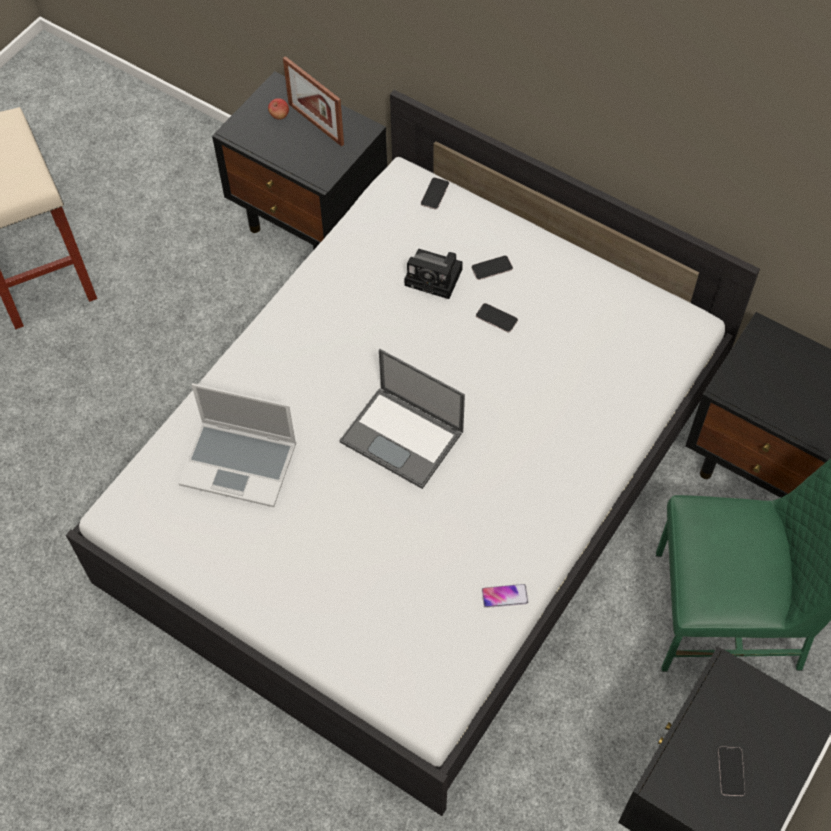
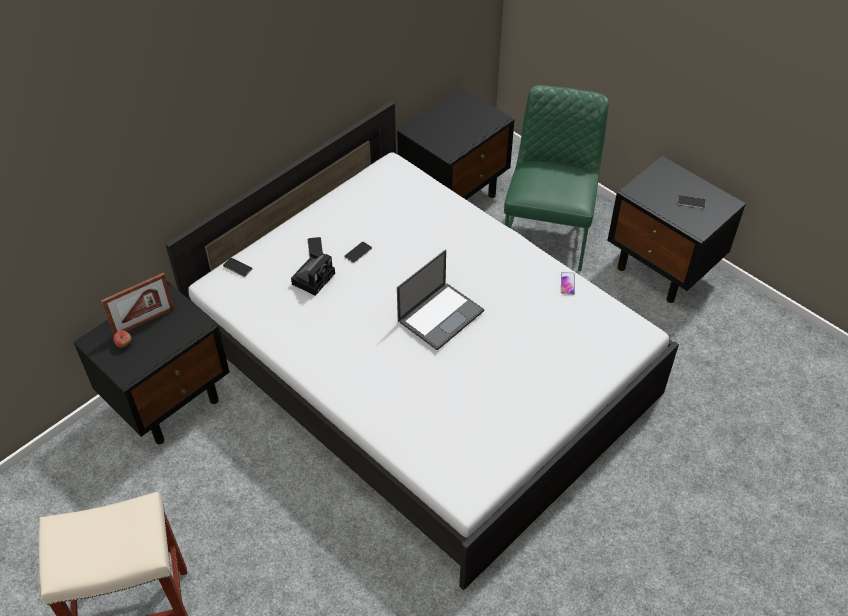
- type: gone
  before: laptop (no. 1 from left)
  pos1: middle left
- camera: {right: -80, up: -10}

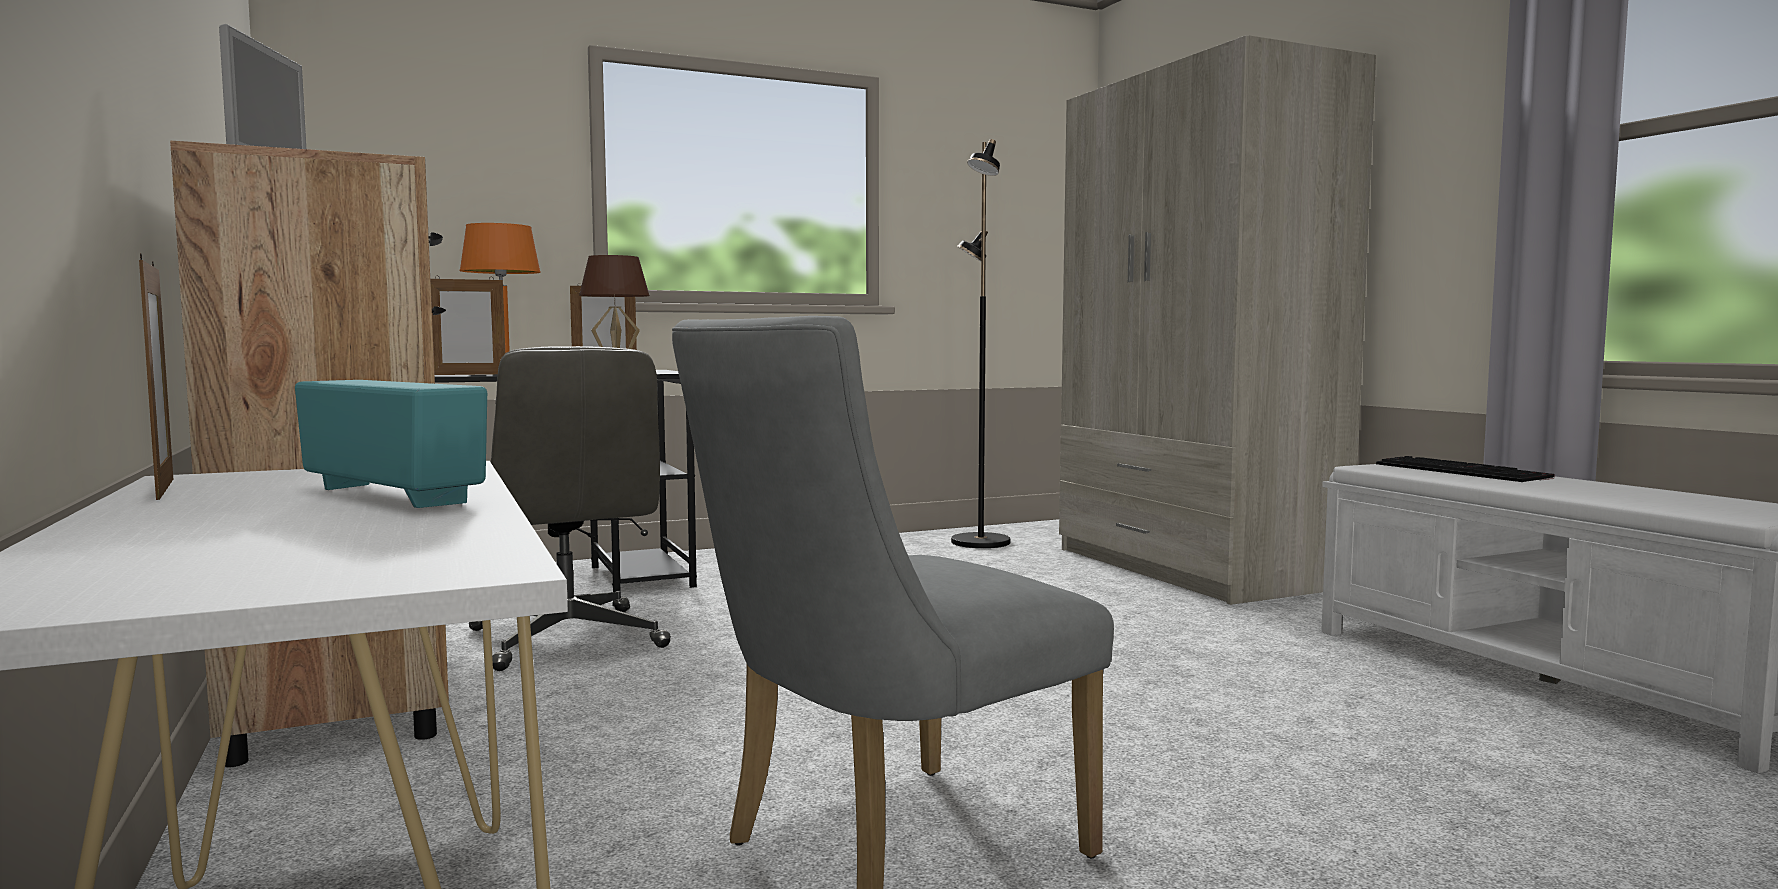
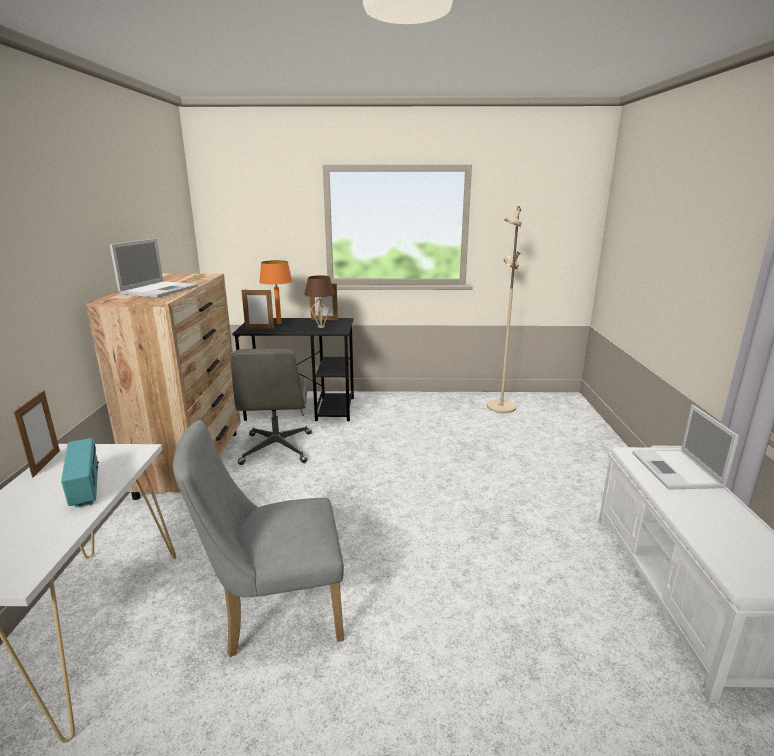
- type: gone
  before: beige wardrobe
  pos1: middle right
- type: repainted
  before: black floor lamp
  after: beige floor lamp
  pos1: centre
  pos2: centre
- type: swapped
  before: keyboard
  after: laptop (no. 2 from left)
  pos1: middle right
  pos2: middle right
- camera: {right: 25, up: 15}

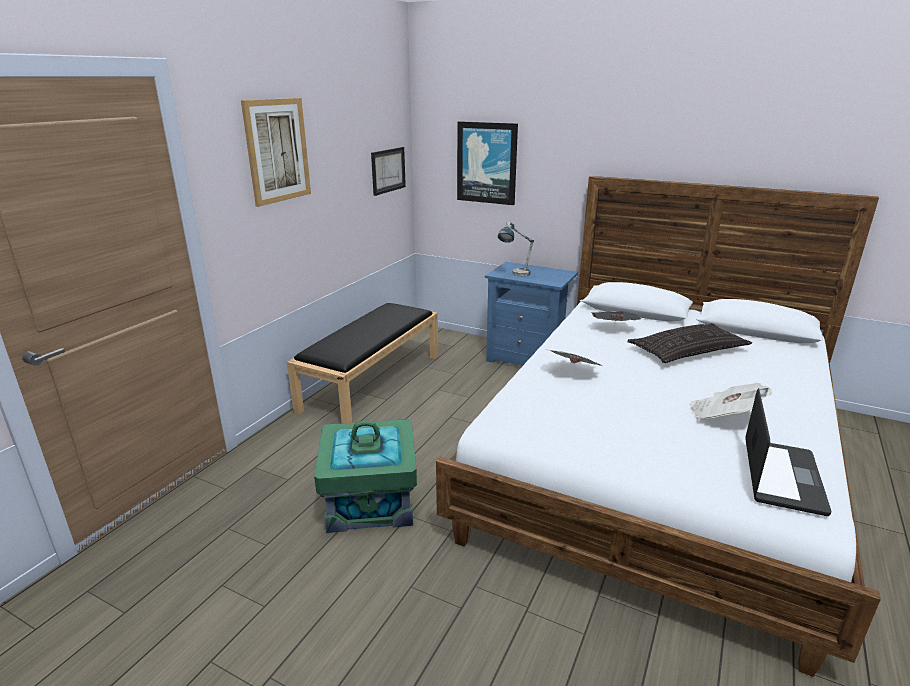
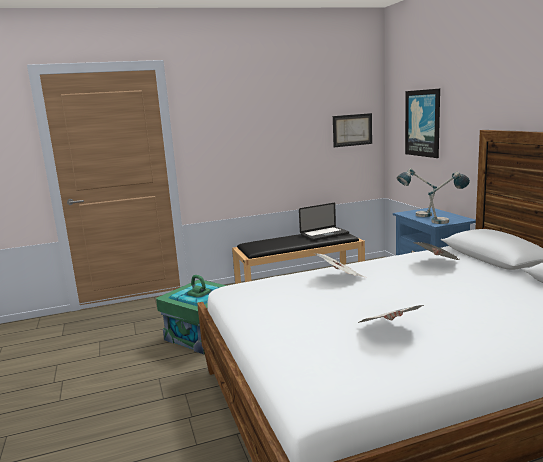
- type: gone
  before: picture (no. 1 from left)
  pos1: top left
- type: gone
  before: pillow
  pos1: middle right
- type: shifted
  before: laptop
  pos1: middle right
  pos2: centre
- type: new
  after: table lamp (no. 2 from left)
  pos2: middle right
- camera: {right: 45, up: -10}

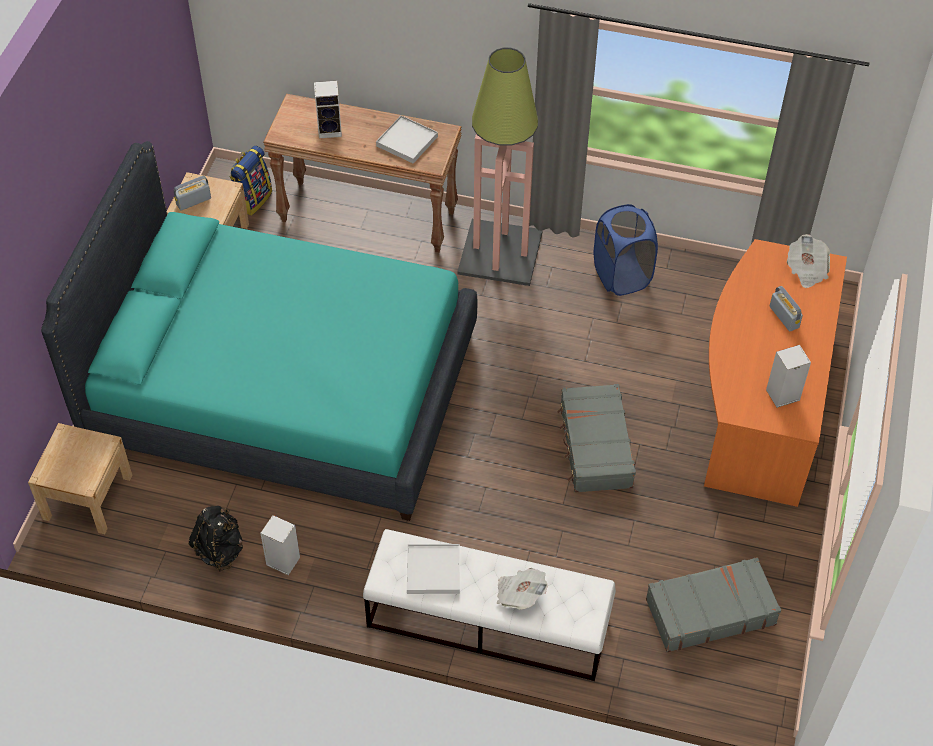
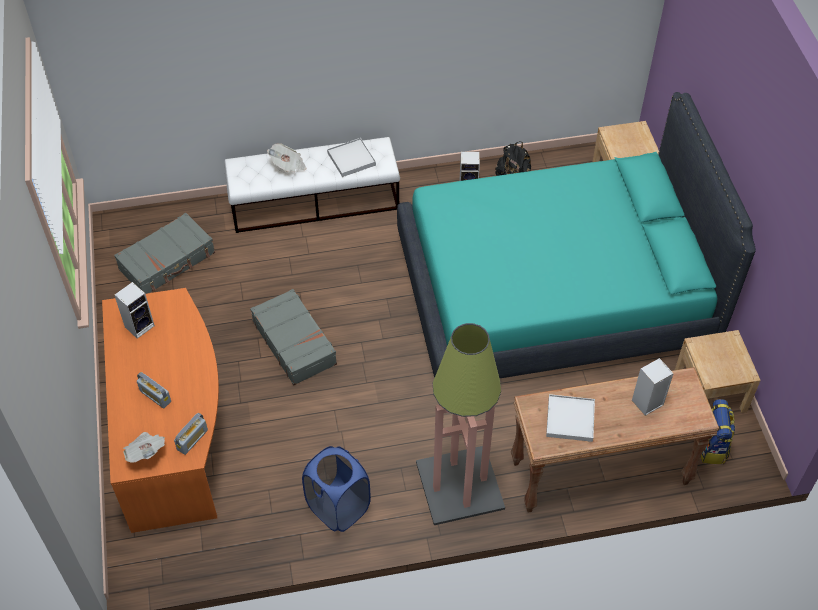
- type: shifted
  before: radio (no. 1 from left in the first image)
  after: radio (no. 2 from left)
  pos1: top left
  pos2: bottom left
- camera: {right: 155, up: 0}

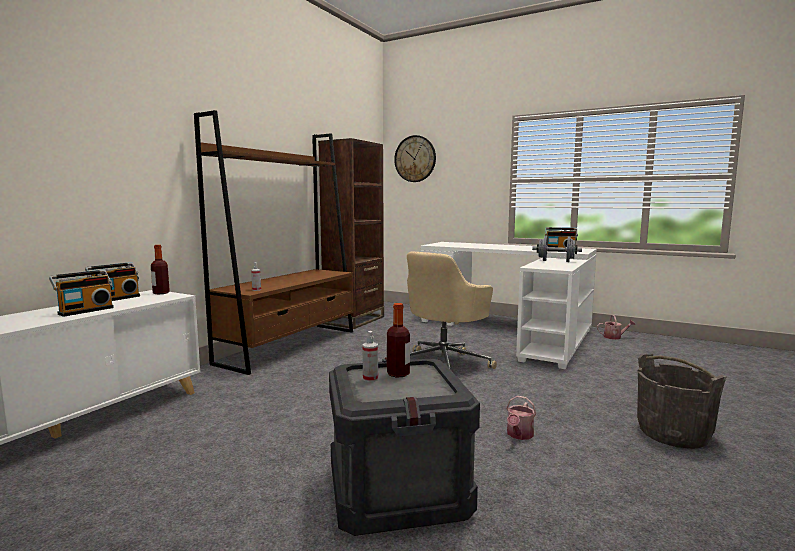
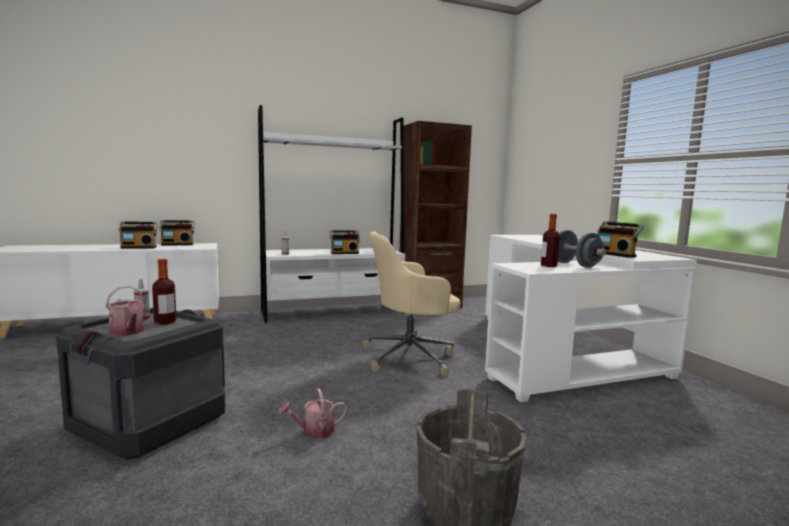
- type: repainted
  before: brown bookcase (no. 1 from left)
  after: white bookcase
  pos1: centre
  pos2: centre
- type: gone
  before: wall clock
  pos1: top centre
- type: shifted
  before: bottle (no. 1 from left in the first image)
  after: bottle (no. 2 from left)
  pos1: middle left
  pos2: middle right
- type: shifted
  before: watering can (no. 2 from left in the first image)
  after: watering can (no. 1 from left)
  pos1: middle right
  pos2: middle left
- type: new
  after: radio (no. 3 from left)
  pos2: centre
- camera: {right: 40, up: 0}

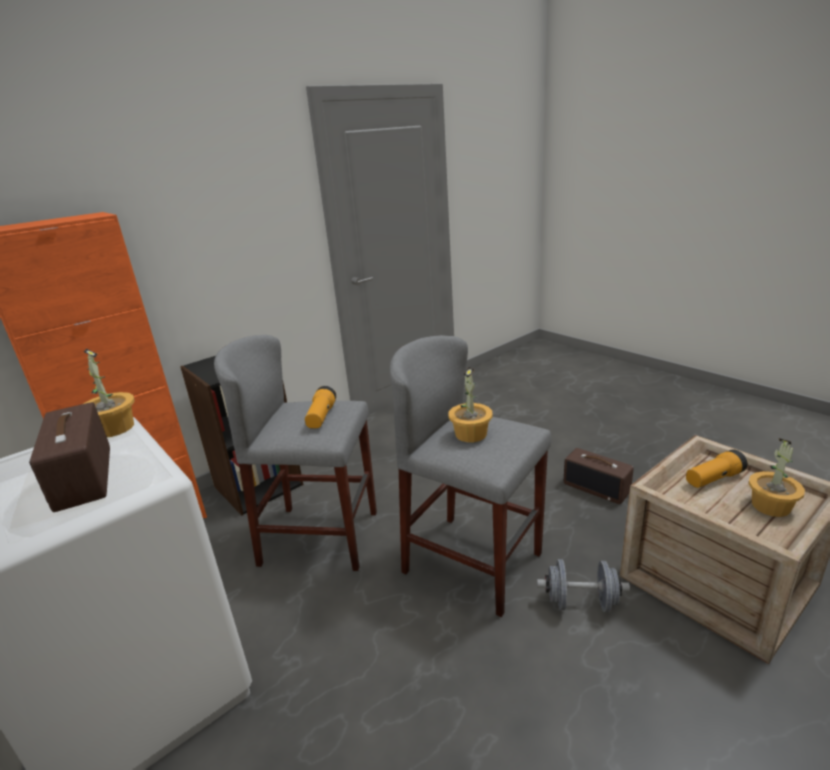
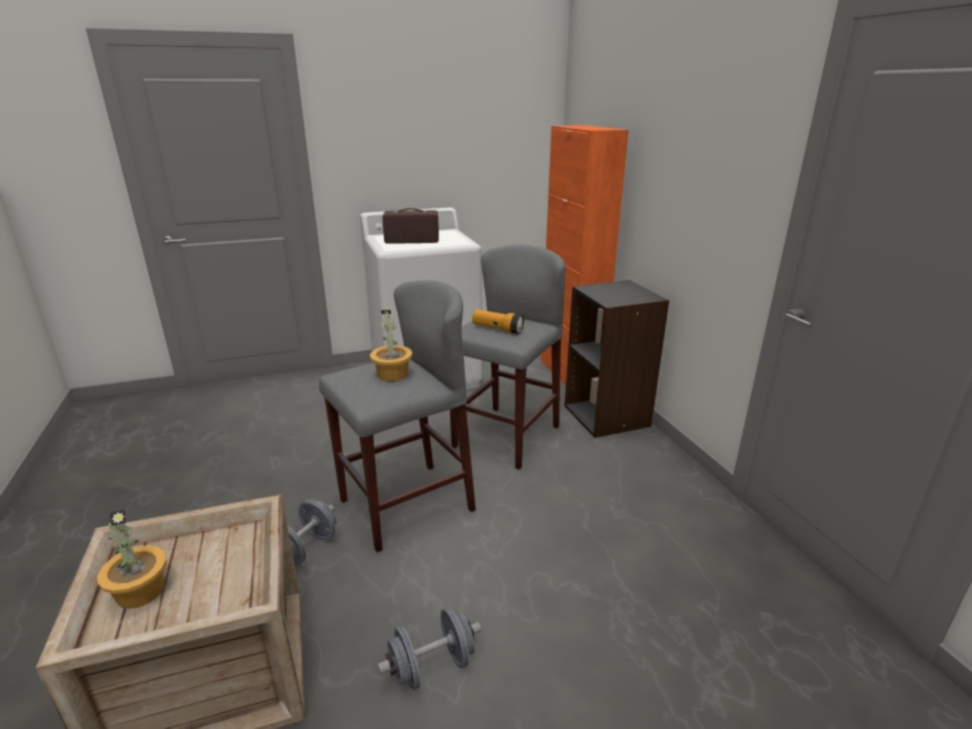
- type: gone
  before: potted plant (no. 1 from left)
  pos1: middle left
- type: swapped
  before: radio (no. 2 from left)
  after: grey dumbbell (no. 2 from left)
  pos1: middle right
  pos2: bottom centre
- type: gone
  before: flashlight (no. 2 from left)
  pos1: middle right
- camera: {right: 110, up: 0}

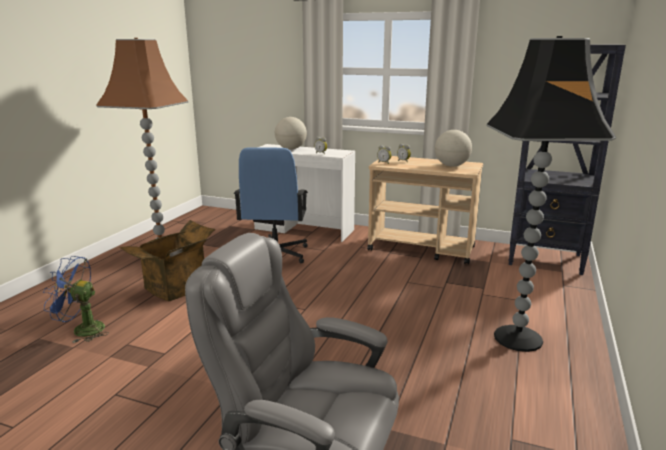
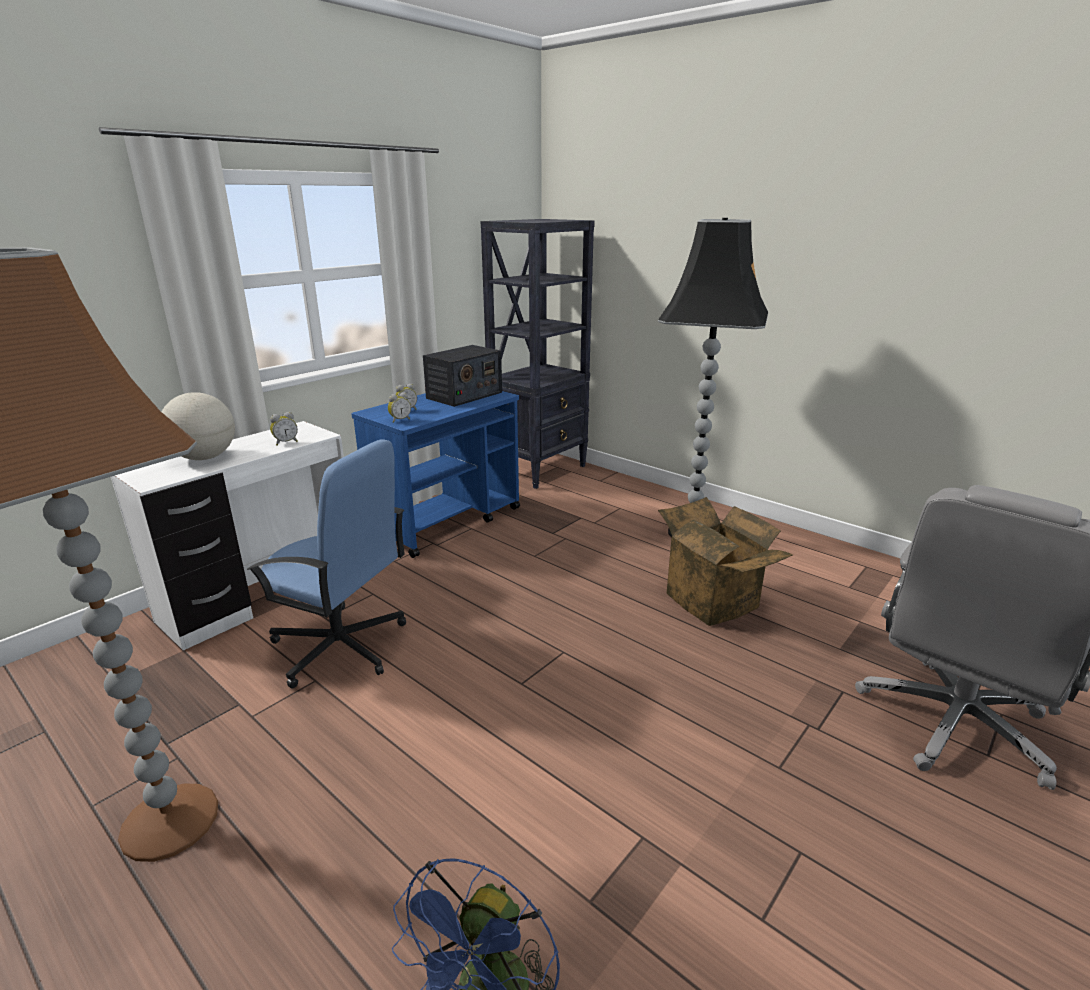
- type: swapped
  before: globe (no. 2 from left)
  after: radio
  pos1: top right
  pos2: centre
- type: repainted
  before: beige cart
  after: blue cart
  pos1: centre
  pos2: centre
- type: shifted
  before: cardboard box
  pos1: middle left
  pos2: centre
- camera: {right: -70, up: 5}

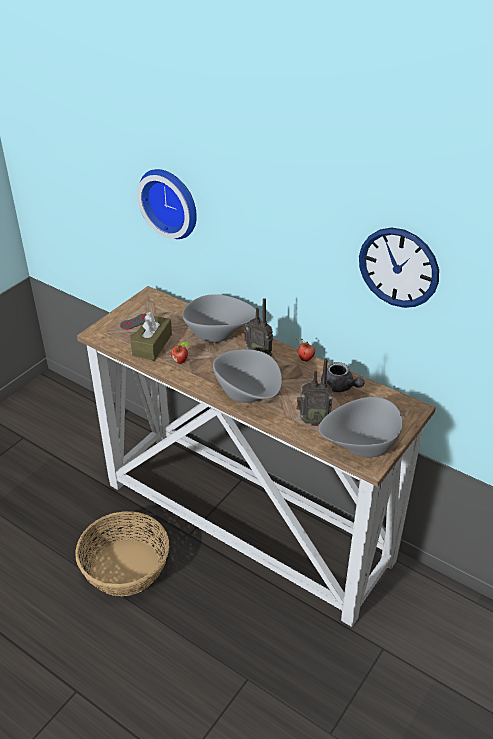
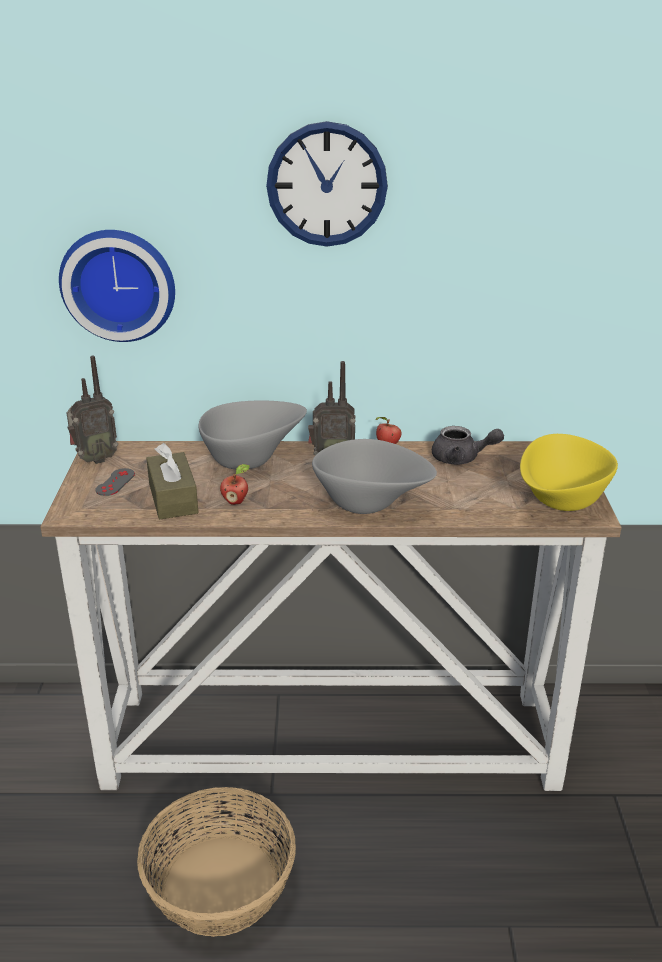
- type: shifted
  before: wall clock (no. 2 from left)
  pos1: middle right
  pos2: top centre
- type: shifted
  before: radio (no. 2 from left in the first image)
  after: radio (no. 1 from left)
  pos1: centre
  pos2: middle left
- type: repainted
  before: grey bowl (no. 3 from left)
  after: yellow bowl
  pos1: middle right
  pos2: middle right
- camera: {right: -35, up: -10}

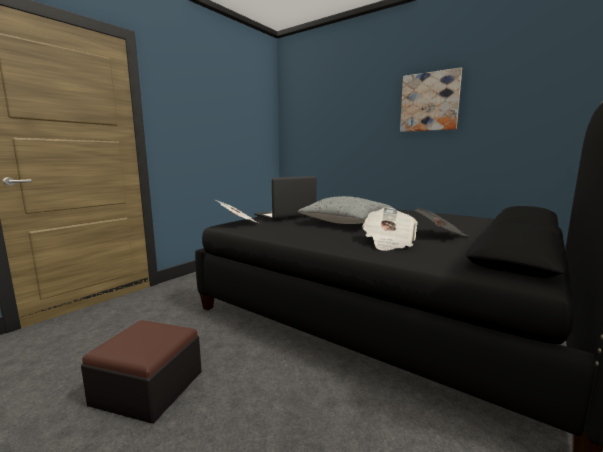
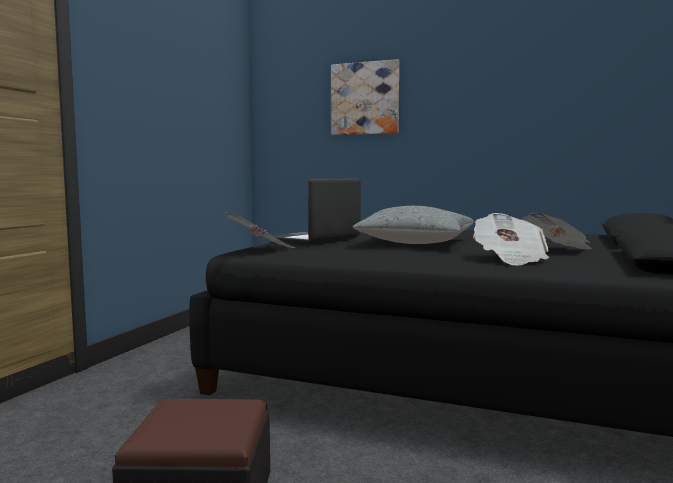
- type: shifted
  before: picture
  pos1: top right
  pos2: top centre
- camera: {right: -15, up: -5}

